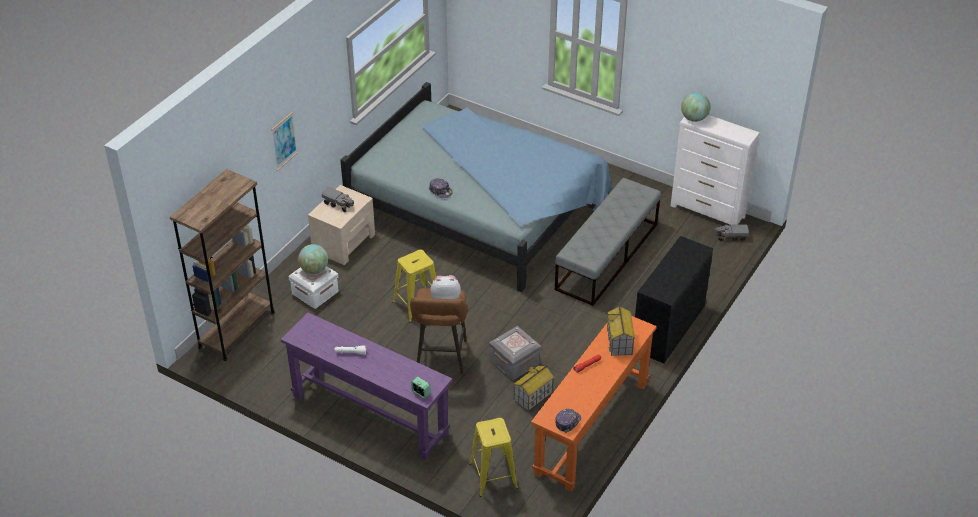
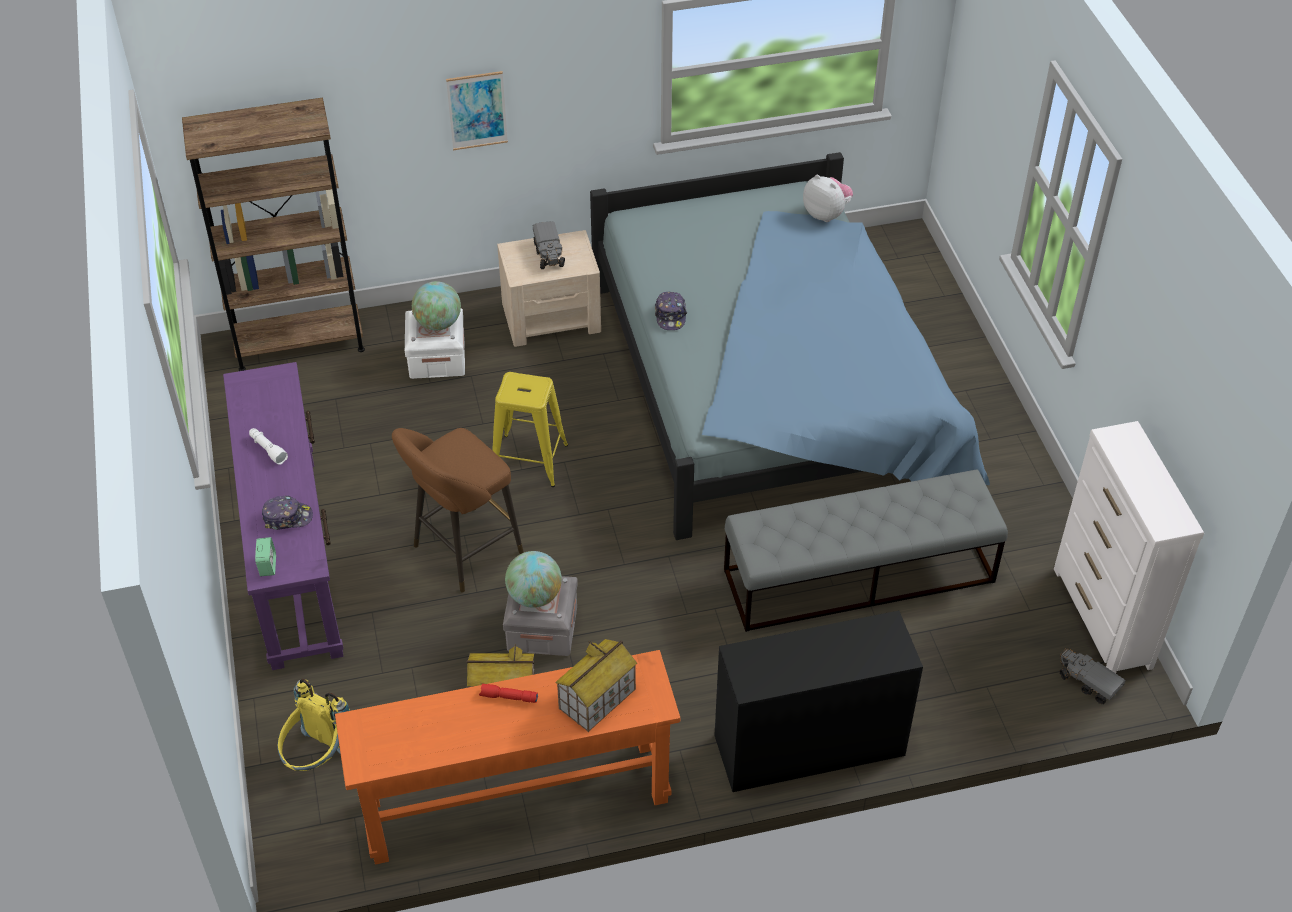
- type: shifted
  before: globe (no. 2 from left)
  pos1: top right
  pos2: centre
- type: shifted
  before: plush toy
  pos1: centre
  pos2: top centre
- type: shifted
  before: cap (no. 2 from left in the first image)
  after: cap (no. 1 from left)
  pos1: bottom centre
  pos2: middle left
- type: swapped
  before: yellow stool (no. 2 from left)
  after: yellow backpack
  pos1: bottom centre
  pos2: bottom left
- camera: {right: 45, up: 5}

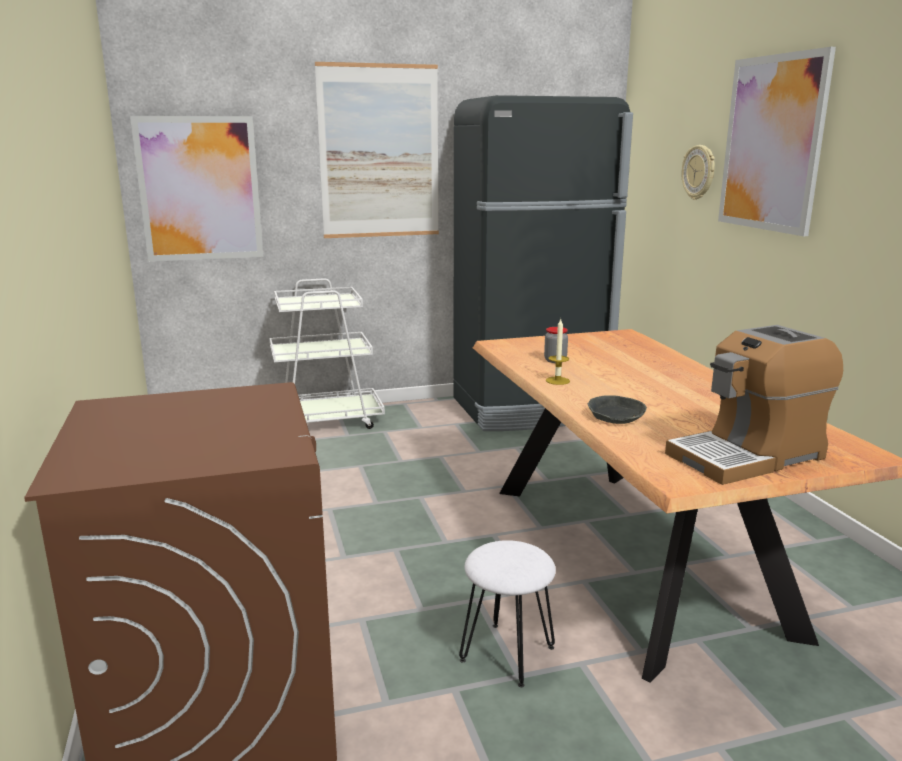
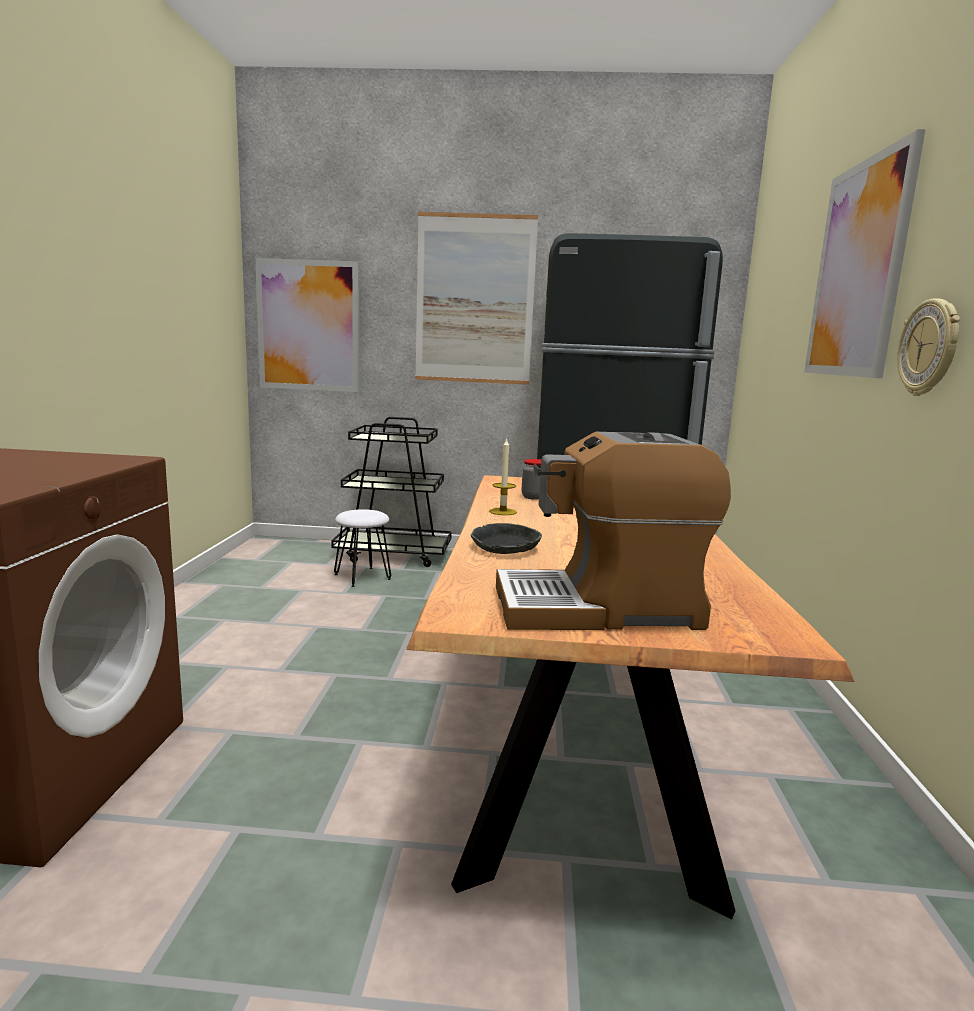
- type: shifted
  before: wall clock
  pos1: top right
  pos2: middle right
- type: repainted
  before: white cart
  after: black cart
  pos1: centre
  pos2: centre
- type: shifted
  before: white stool
  pos1: bottom centre
  pos2: centre
- camera: {right: 20, up: -5}

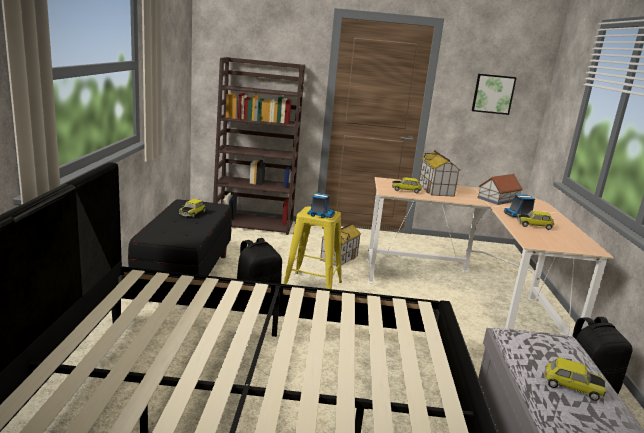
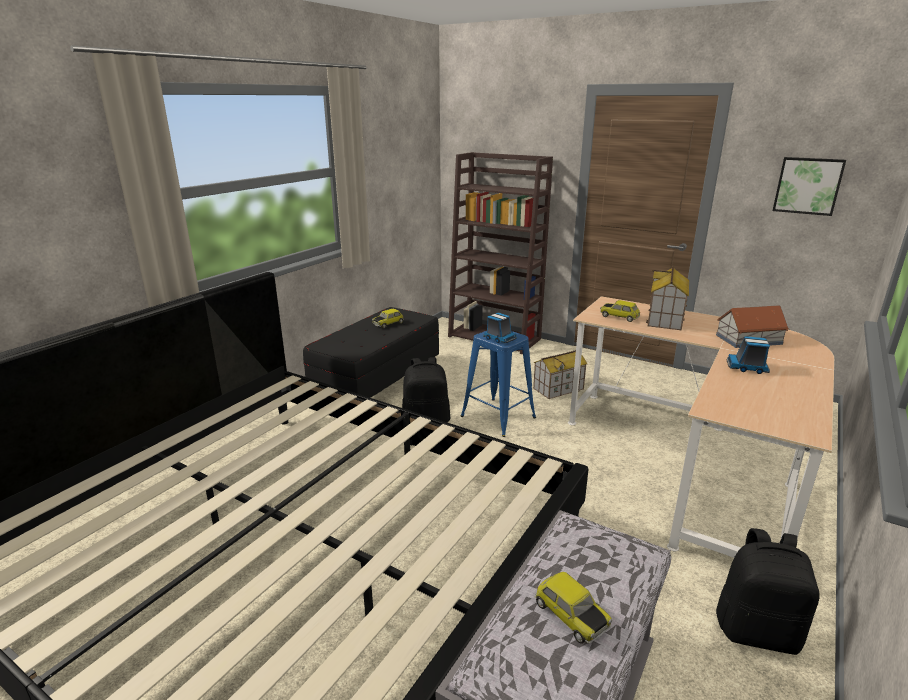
- type: repainted
  before: yellow stool
  after: blue stool
  pos1: centre
  pos2: centre
- type: gone
  before: toy car (no. 3 from left)
  pos1: middle right
- camera: {right: 30, up: 5}

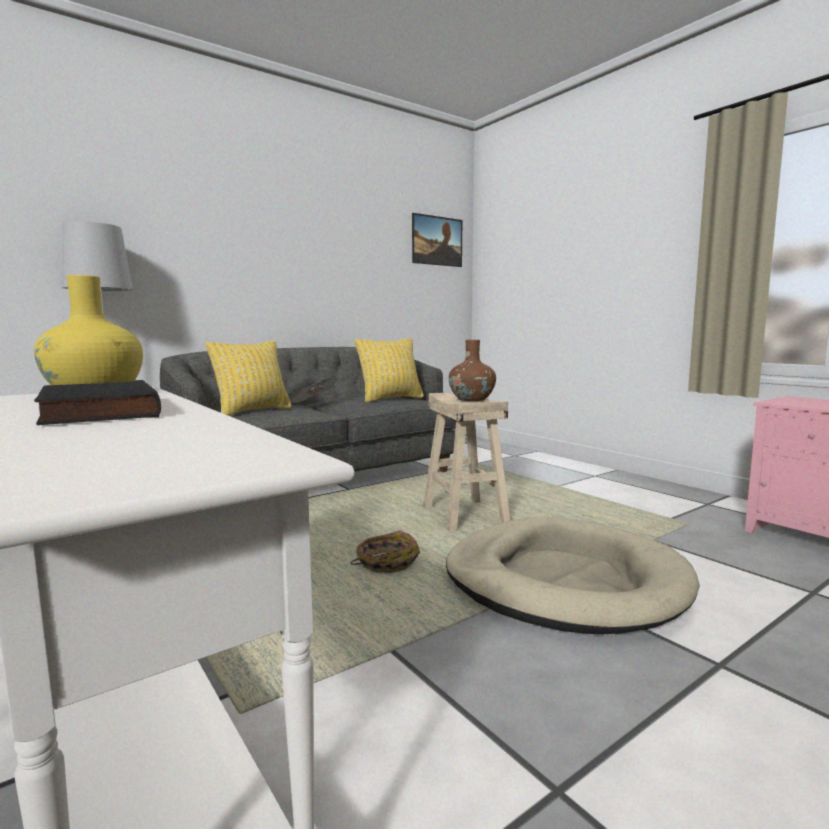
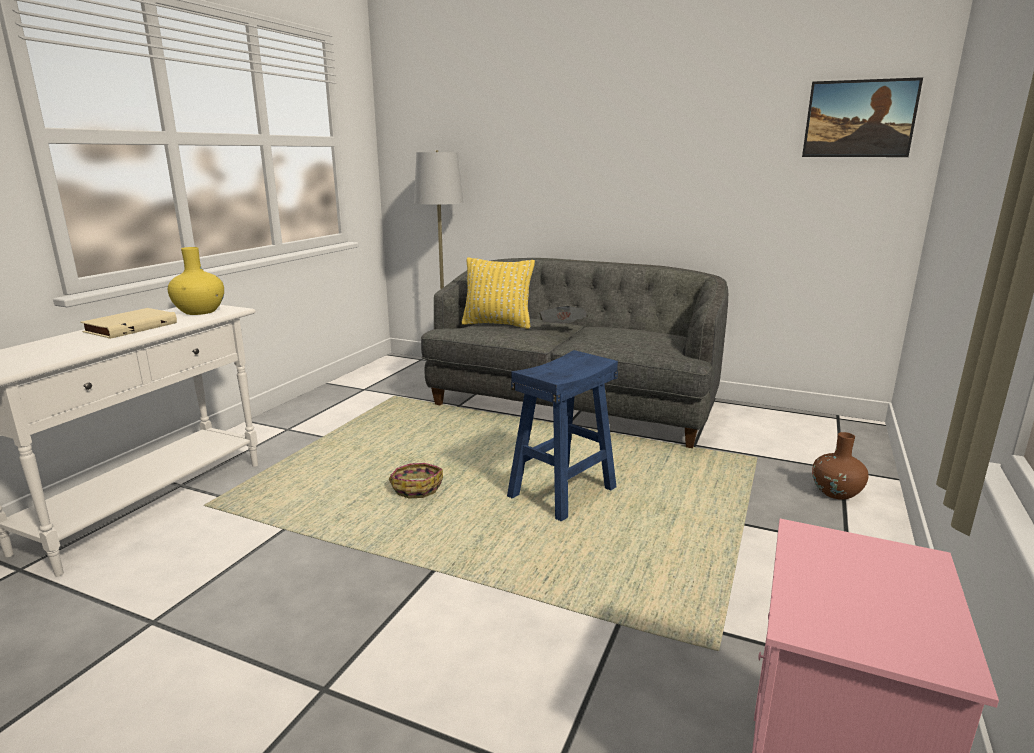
- type: gone
  before: yellow pillow (no. 2 from left)
  pos1: centre
- type: shifted
  before: brown vase
  pos1: centre
  pos2: middle right
- type: repainted
  before: black book
  after: beige book
  pos1: middle left
  pos2: middle left
- type: repainted
  before: beige stool
  after: blue stool
  pos1: centre
  pos2: centre
- type: gone
  before: beige dog bed
  pos1: bottom right
- camera: {right: 60, up: 10}

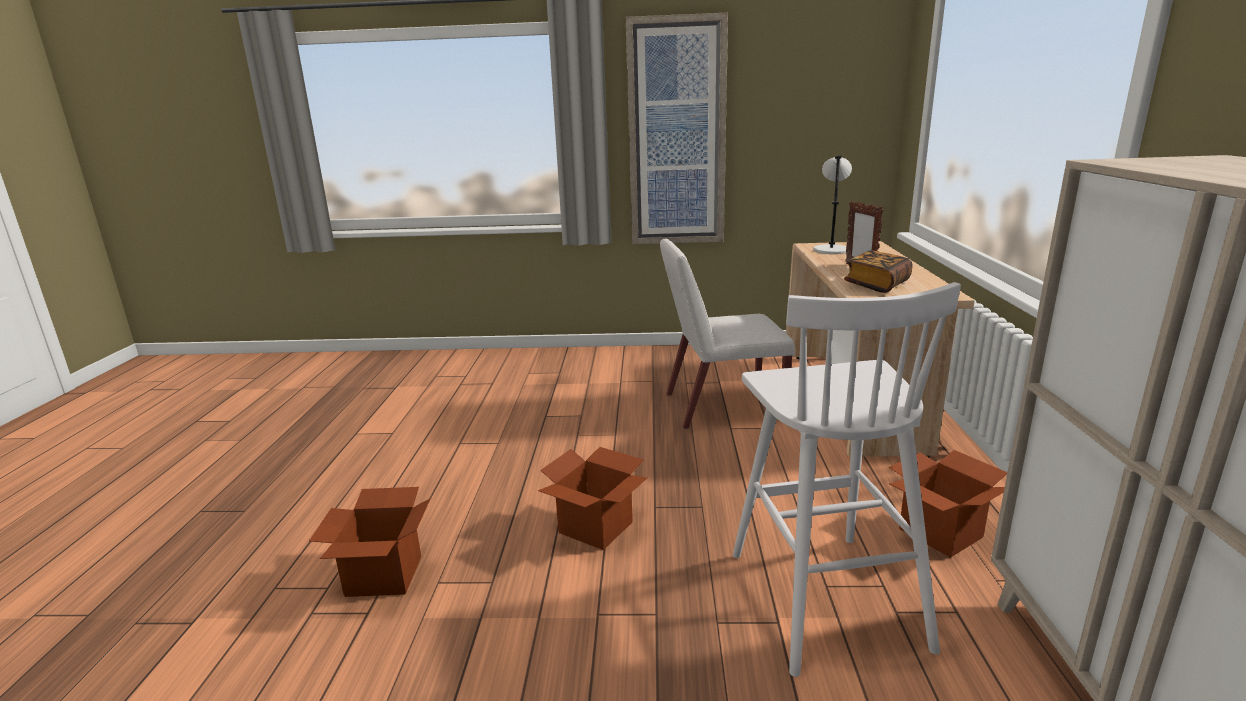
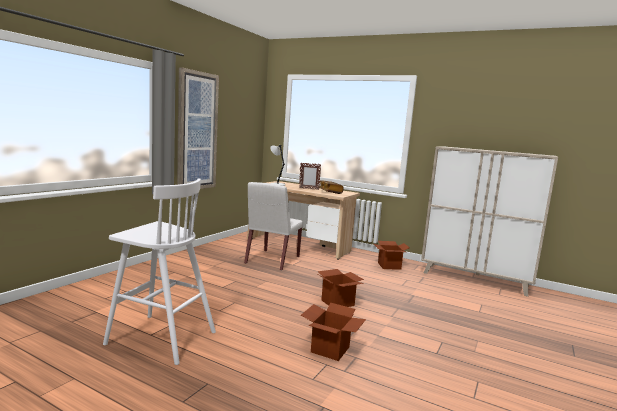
- type: shifted
  before: white stool
  pos1: bottom right
  pos2: middle left
- camera: {right: -65, up: -10}

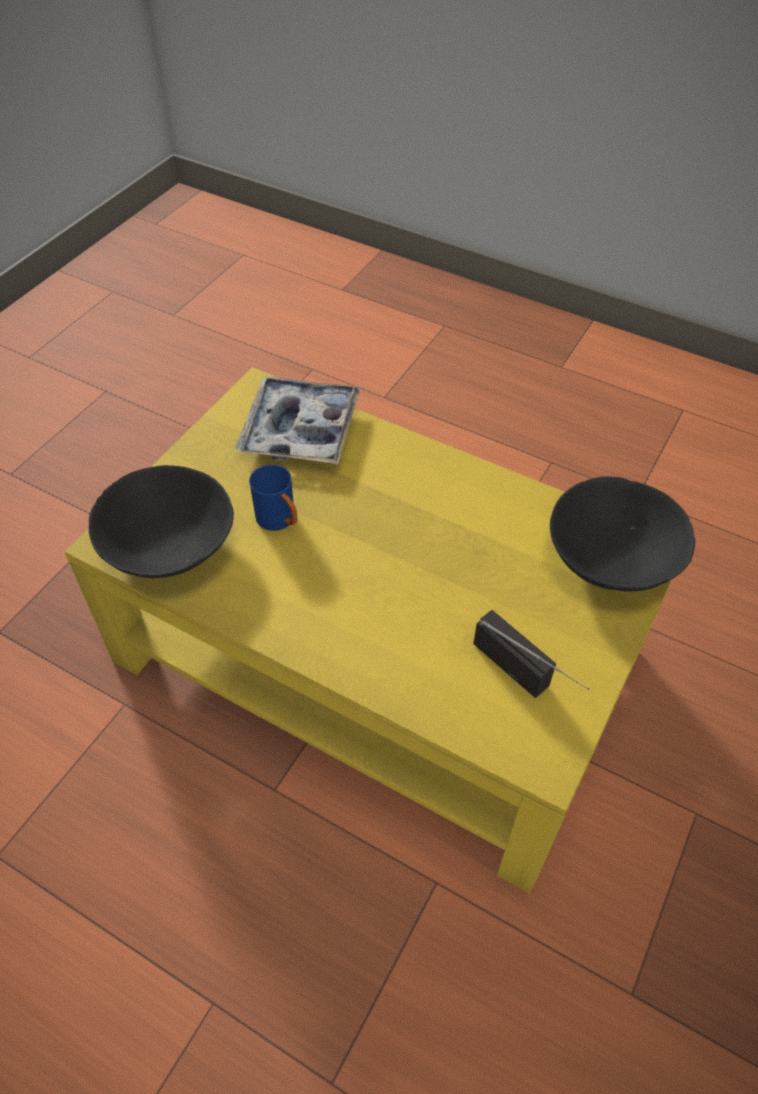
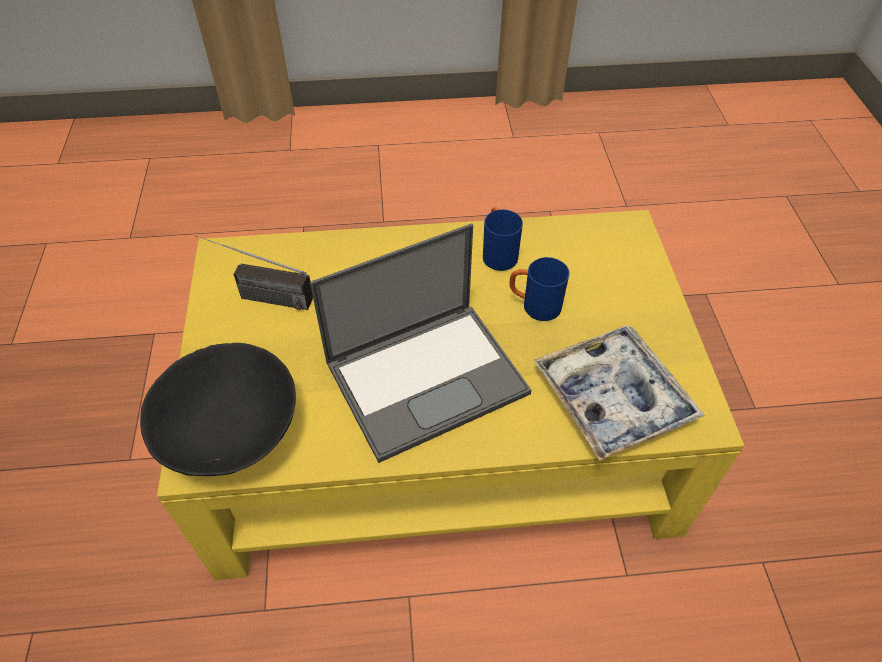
- type: gone
  before: black bowl (no. 1 from left)
  pos1: middle left
- type: new
  after: blue mug (no. 1 from left)
  pos2: centre
- type: new
  after: laptop
  pos2: centre
- camera: {right: 145, up: 0}

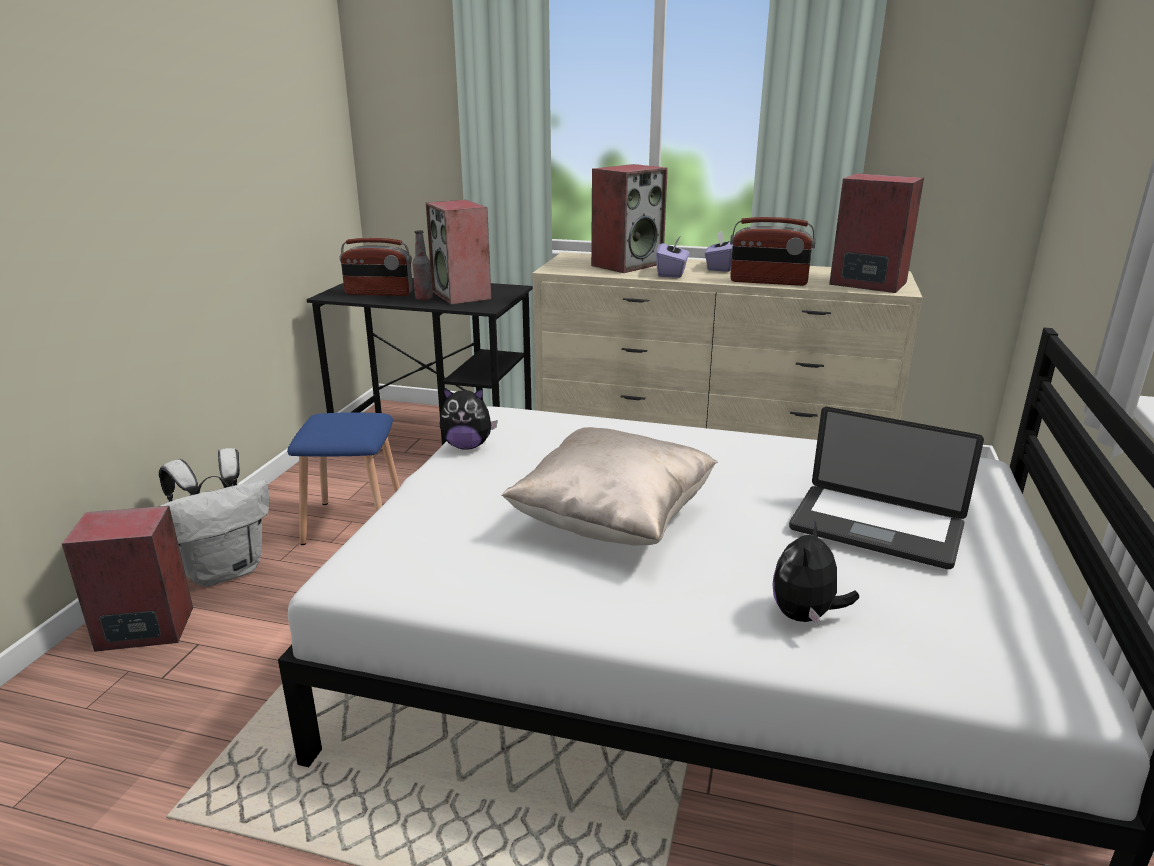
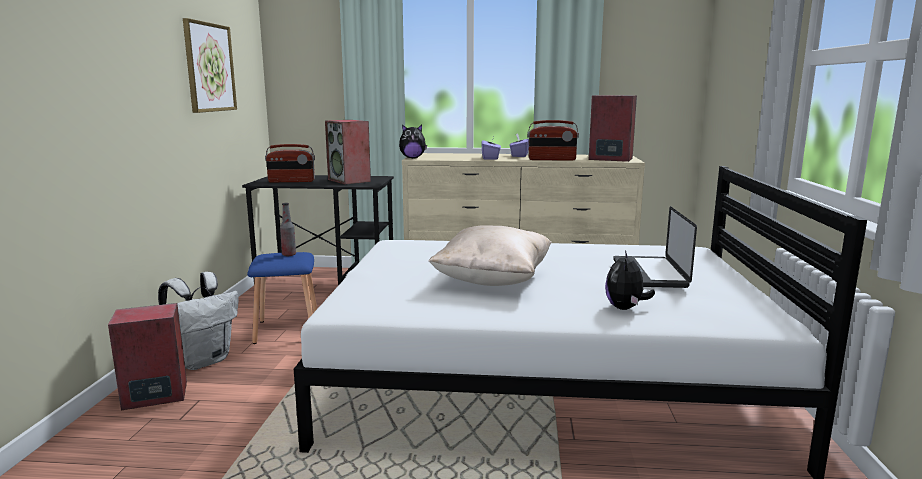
- type: gone
  before: speaker (no. 3 from left)
  pos1: top centre
- type: shifted
  before: bottle
  pos1: top centre
  pos2: middle left
- type: shifted
  before: plush toy (no. 1 from left)
  pos1: centre
  pos2: top centre
- type: rotated
  before: laptop
  pos1: middle right
  pos2: middle right
  turn: 75
- type: new
  after: picture
  pos2: top left
- camera: {right: -10, up: -10}

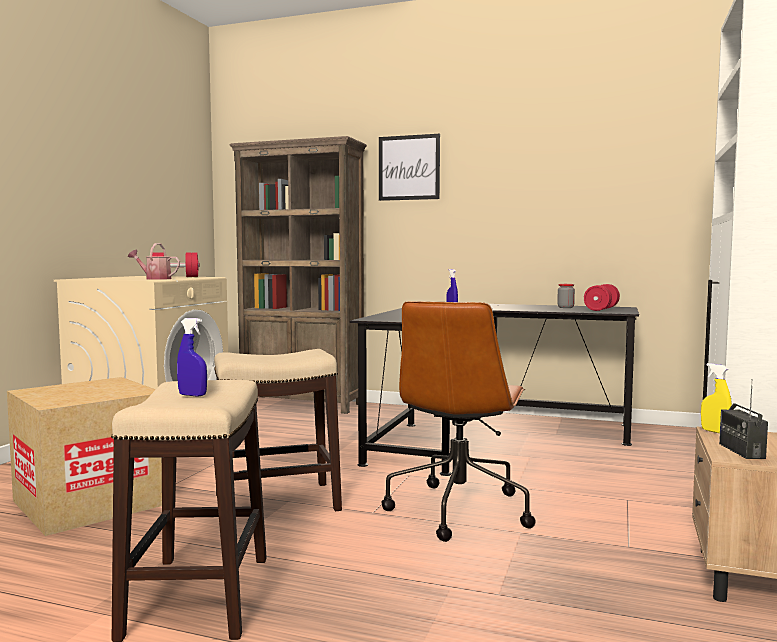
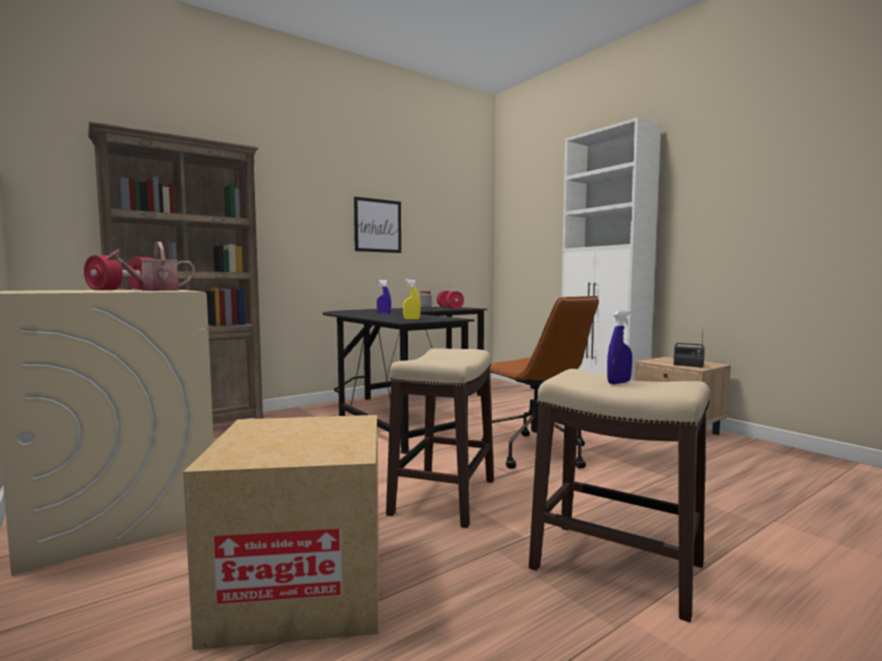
- type: shifted
  before: picture
  pos1: top centre
  pos2: centre
- type: shifted
  before: yellow spray bottle
  pos1: middle right
  pos2: centre
- camera: {right: -55, up: 0}

